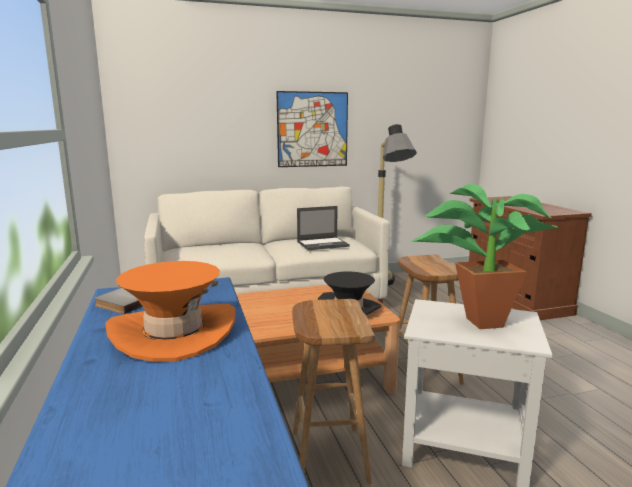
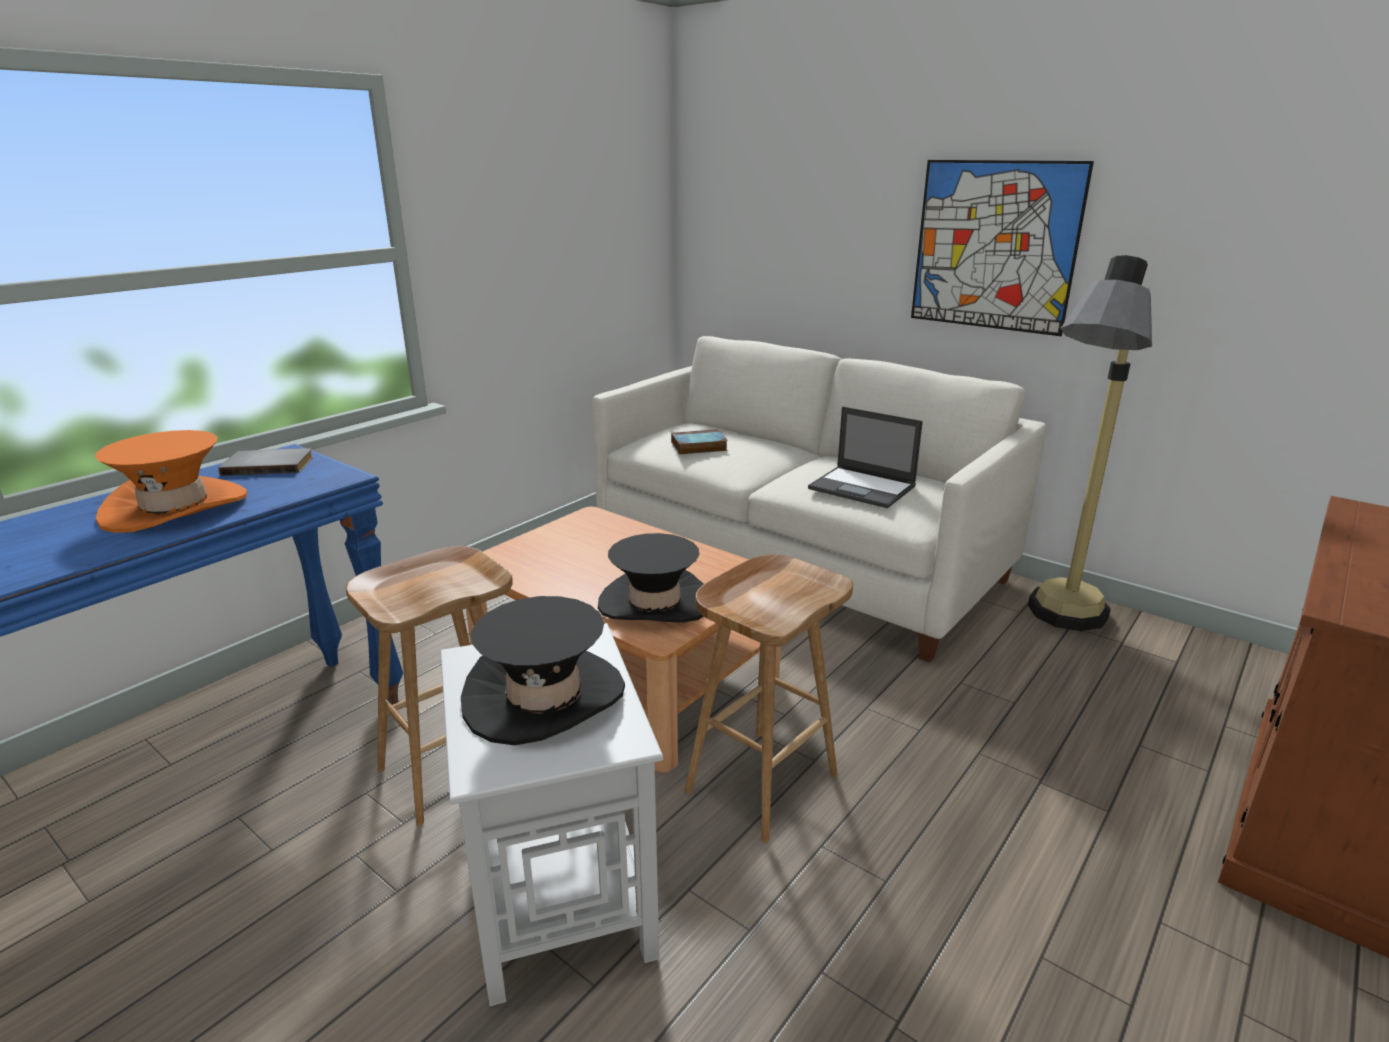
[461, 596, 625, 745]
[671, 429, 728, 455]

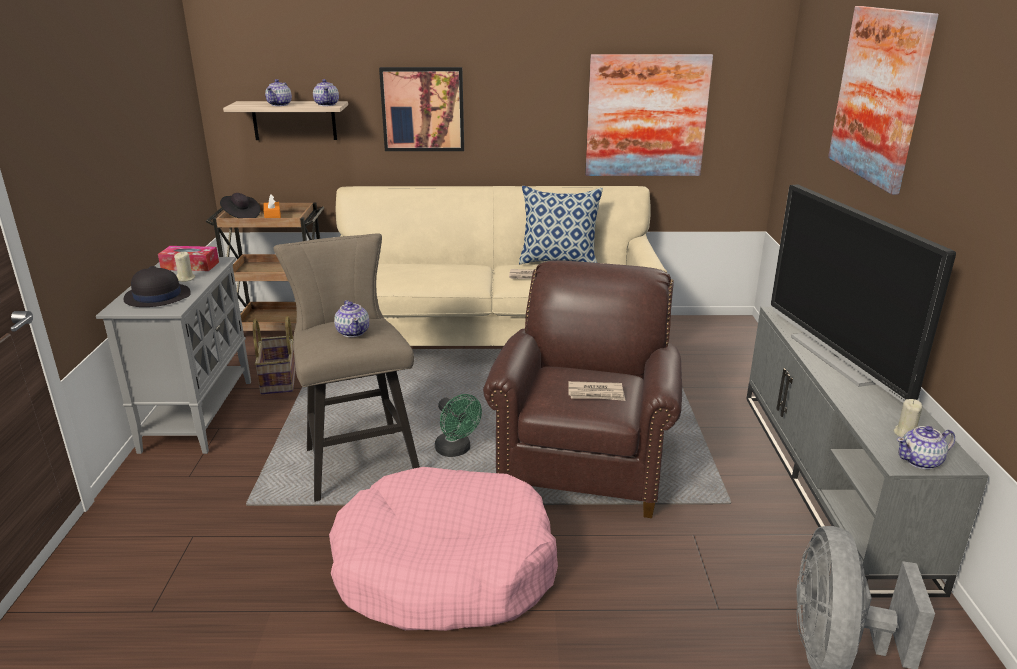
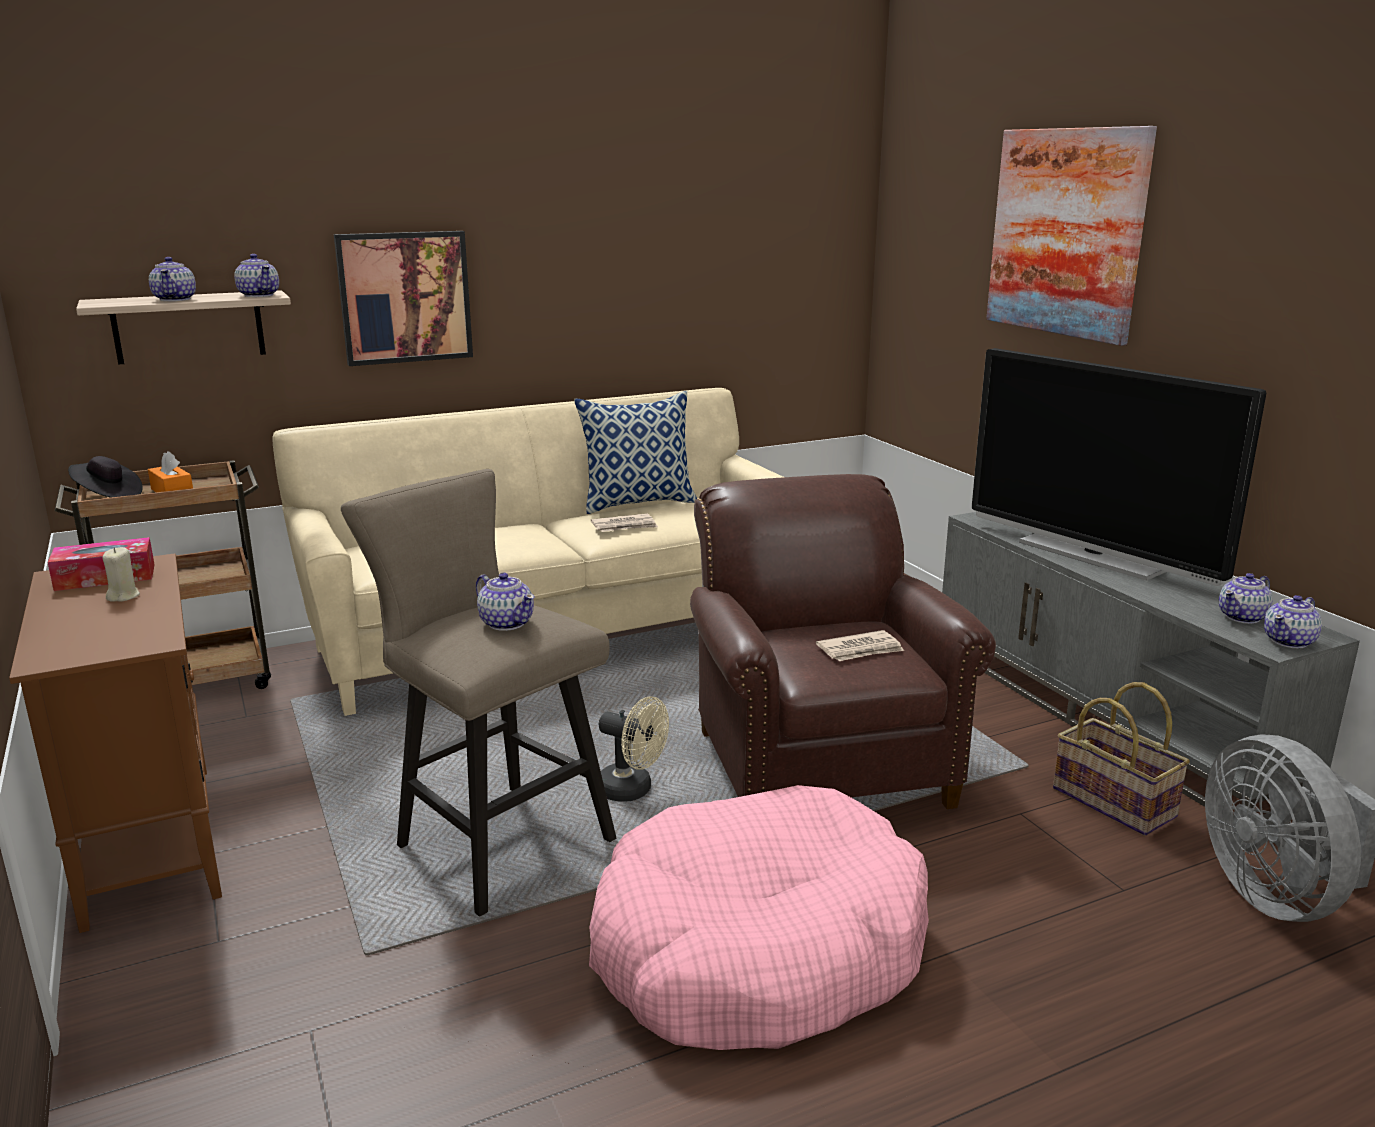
[9, 553, 222, 933]
[123, 266, 191, 307] (first image)
[1053, 682, 1190, 836]
[599, 697, 669, 802]
[585, 54, 713, 176] (first image)
[1219, 573, 1273, 624]

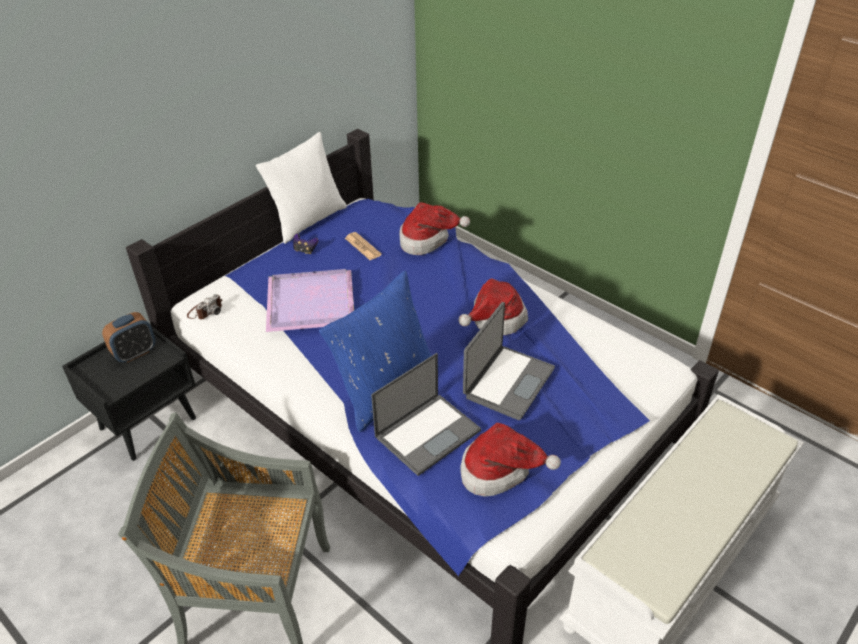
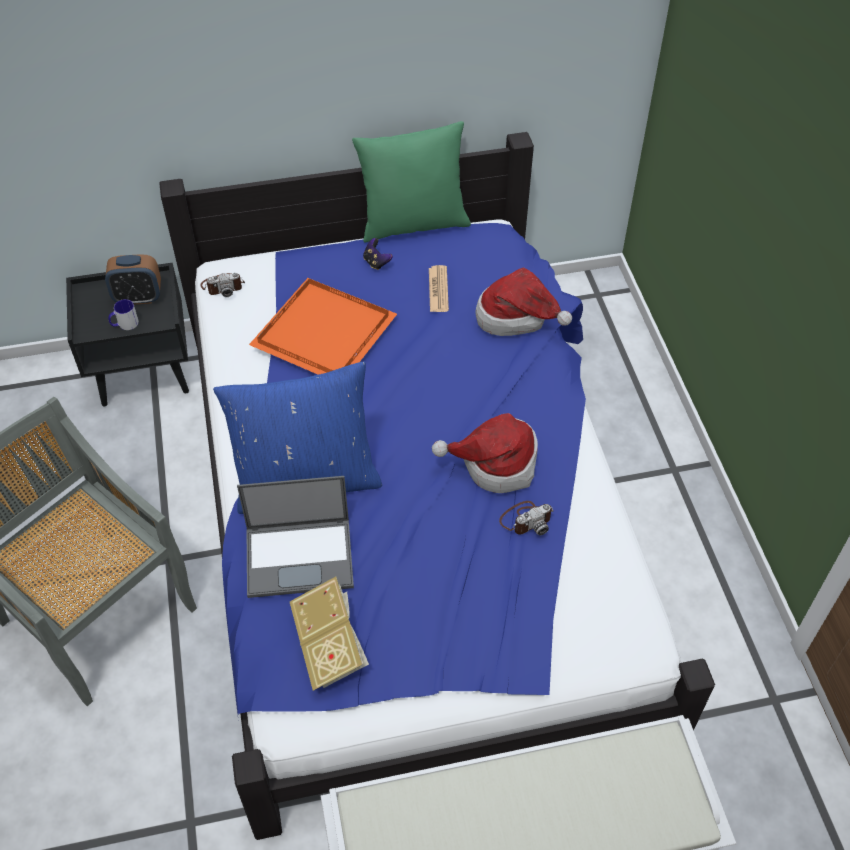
[352, 121, 471, 243]
[249, 278, 397, 375]
[290, 577, 369, 691]
[463, 302, 555, 420] (first image)
[108, 299, 139, 330]
[499, 501, 553, 536]

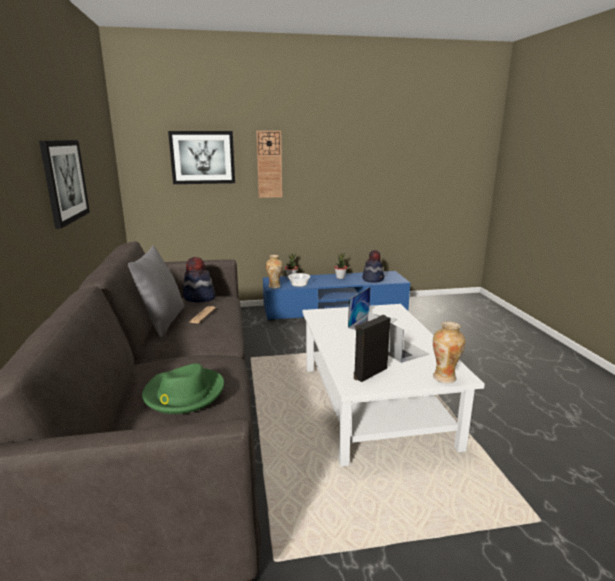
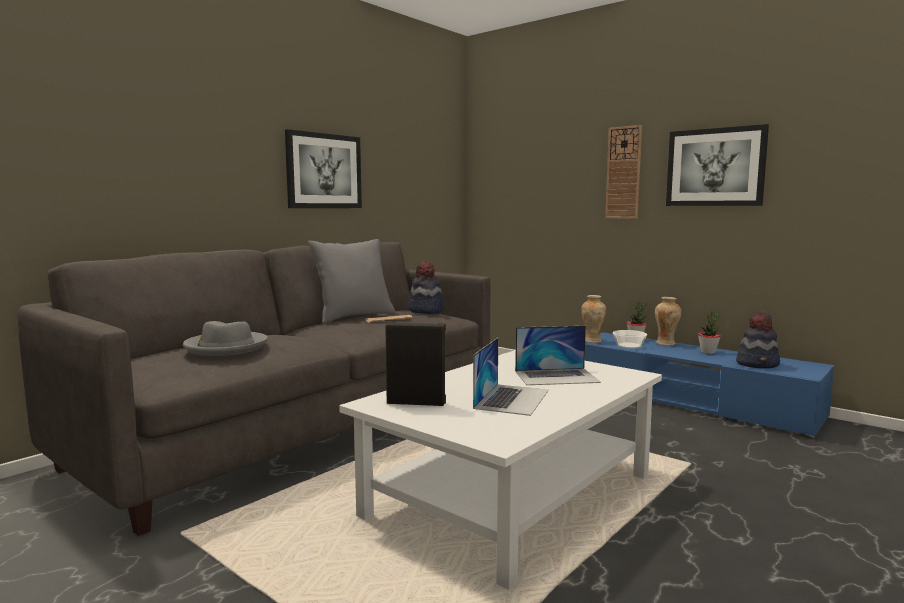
[183, 321, 268, 356]
[666, 124, 769, 206]
[655, 297, 681, 346]

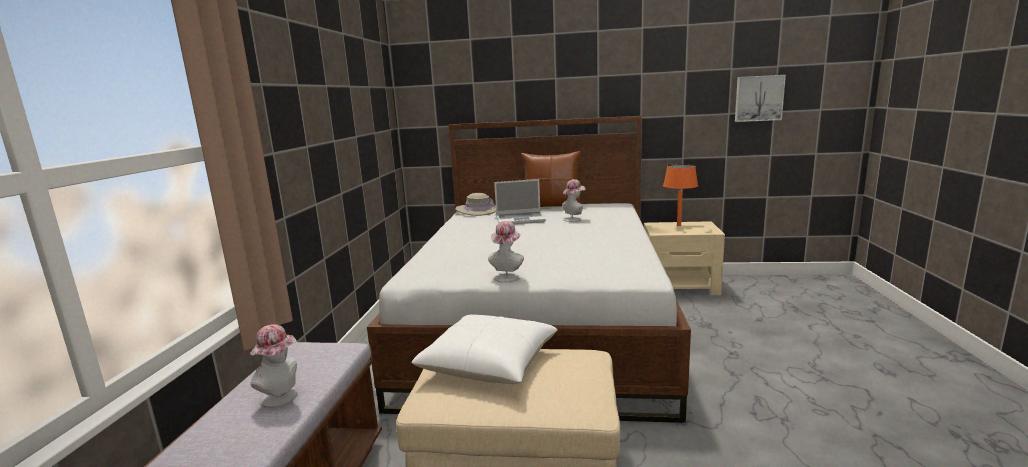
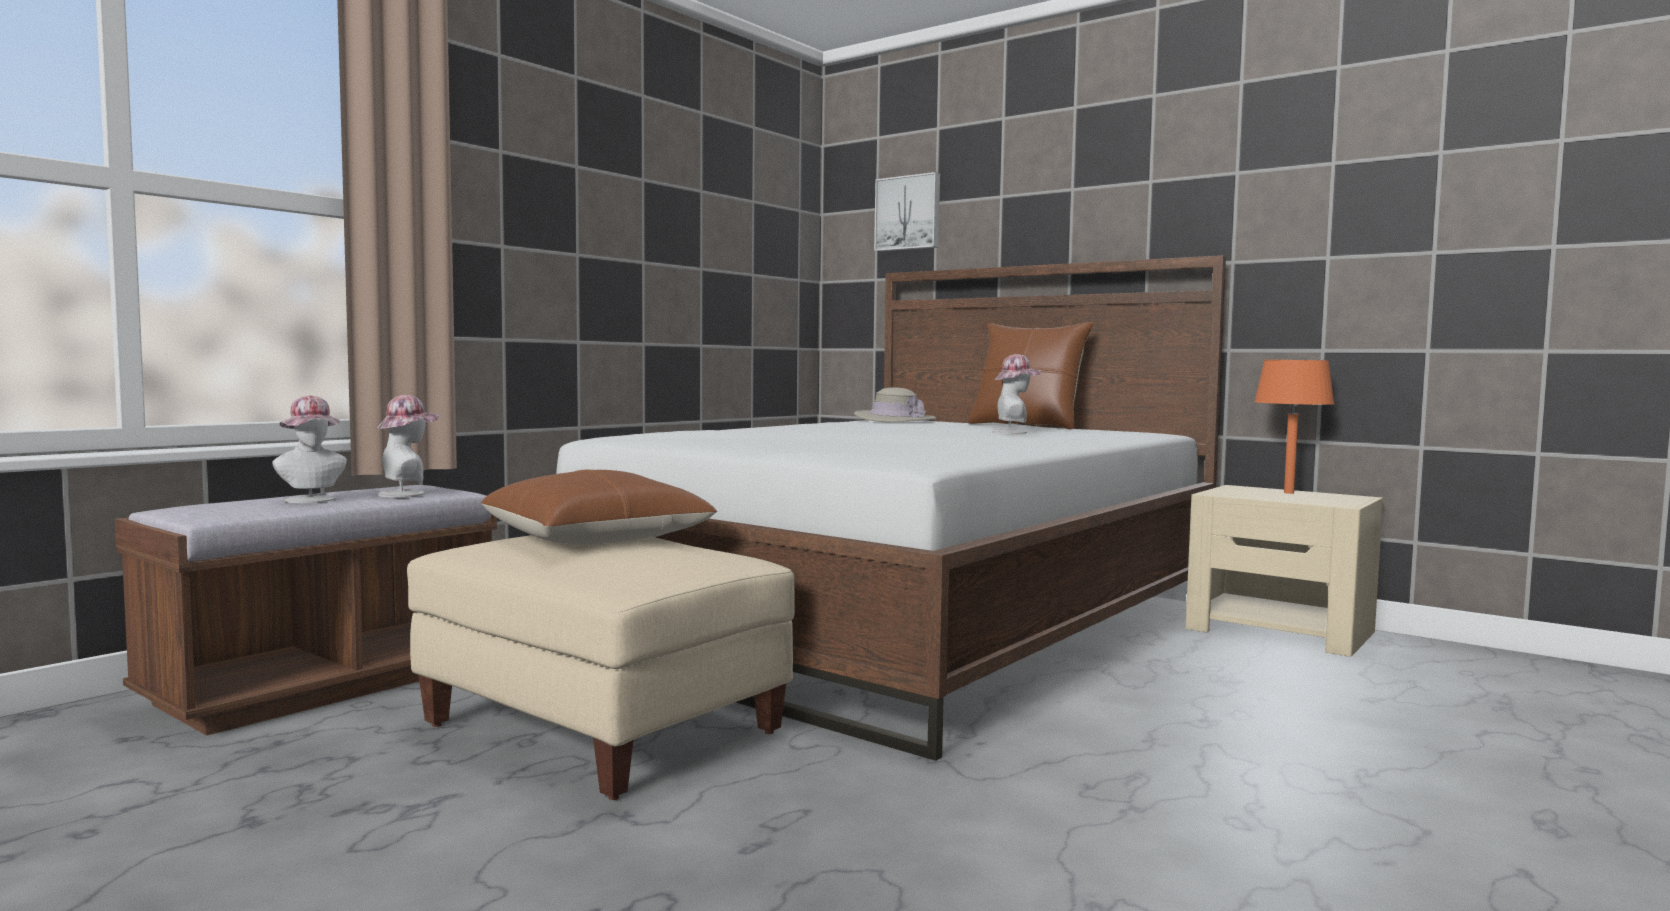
[481, 470, 717, 545]
[377, 395, 439, 497]
[494, 179, 546, 224] (first image)
[874, 172, 940, 252]

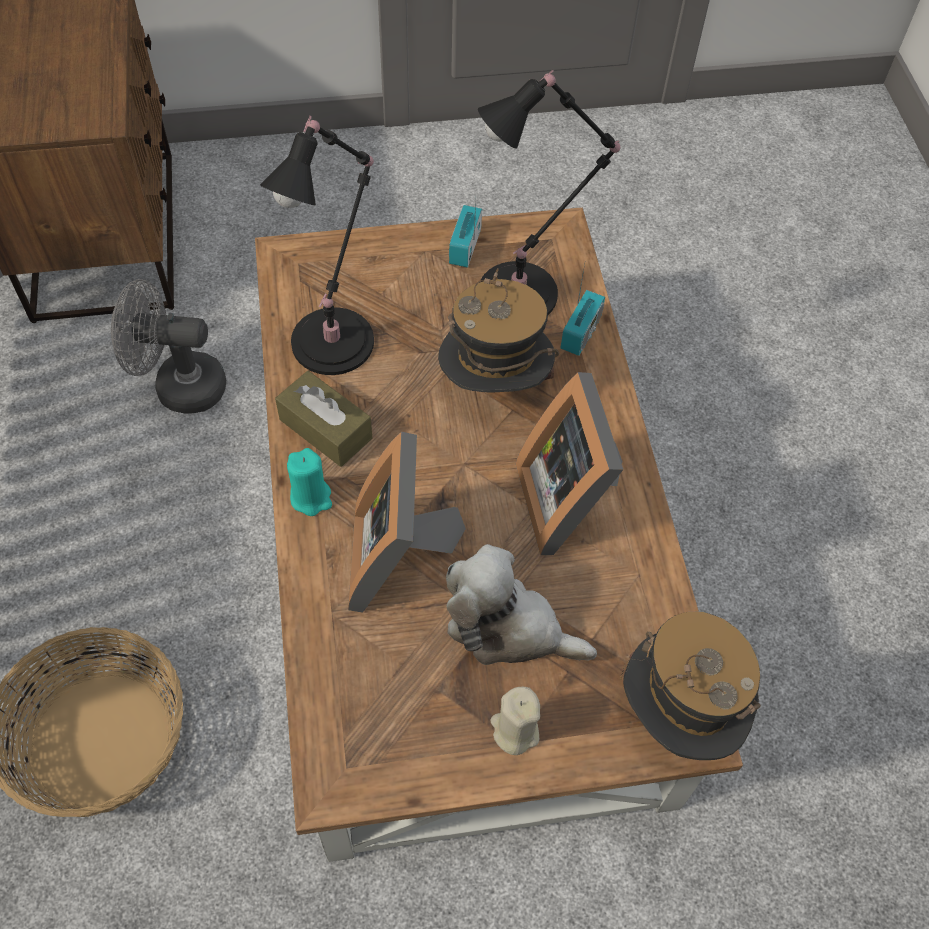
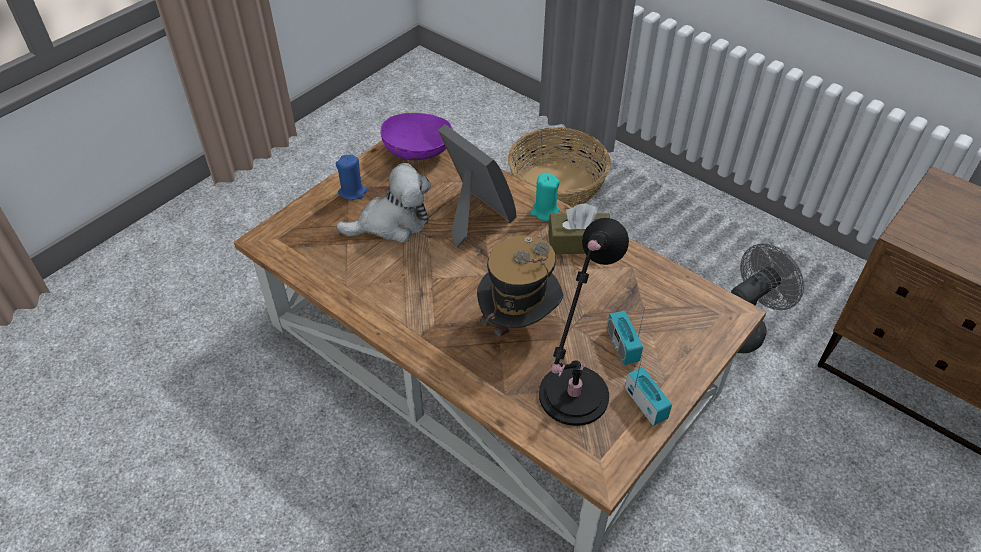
[260, 115, 374, 375] (first image)
[336, 155, 368, 200]
[516, 372, 623, 555] (first image)
[607, 304, 646, 365]
[620, 612, 761, 760] (first image)
[379, 112, 453, 160]

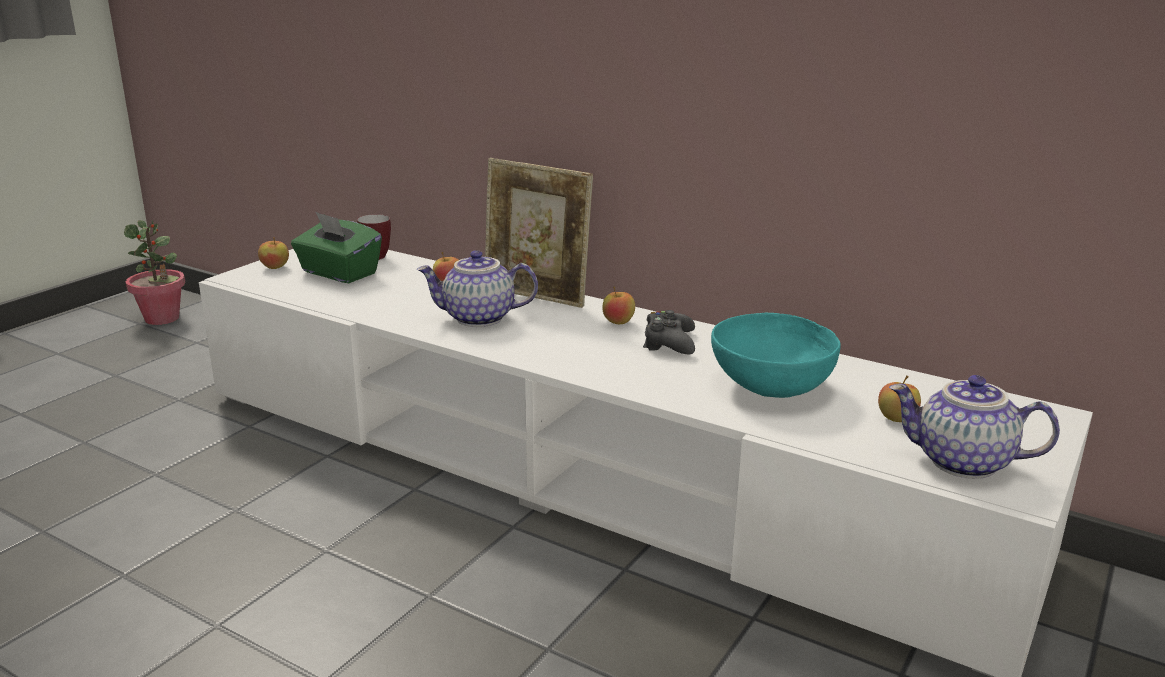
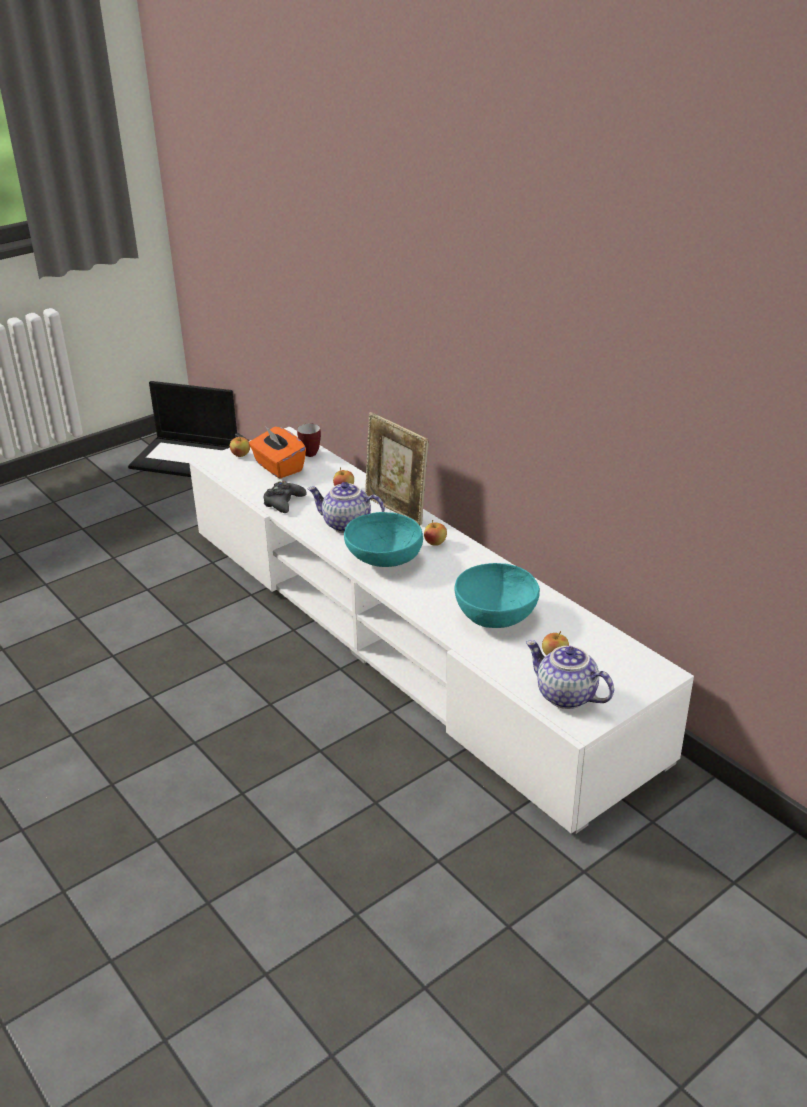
[128, 381, 237, 477]
[249, 426, 306, 479]
[263, 481, 307, 513]
[344, 512, 423, 567]

